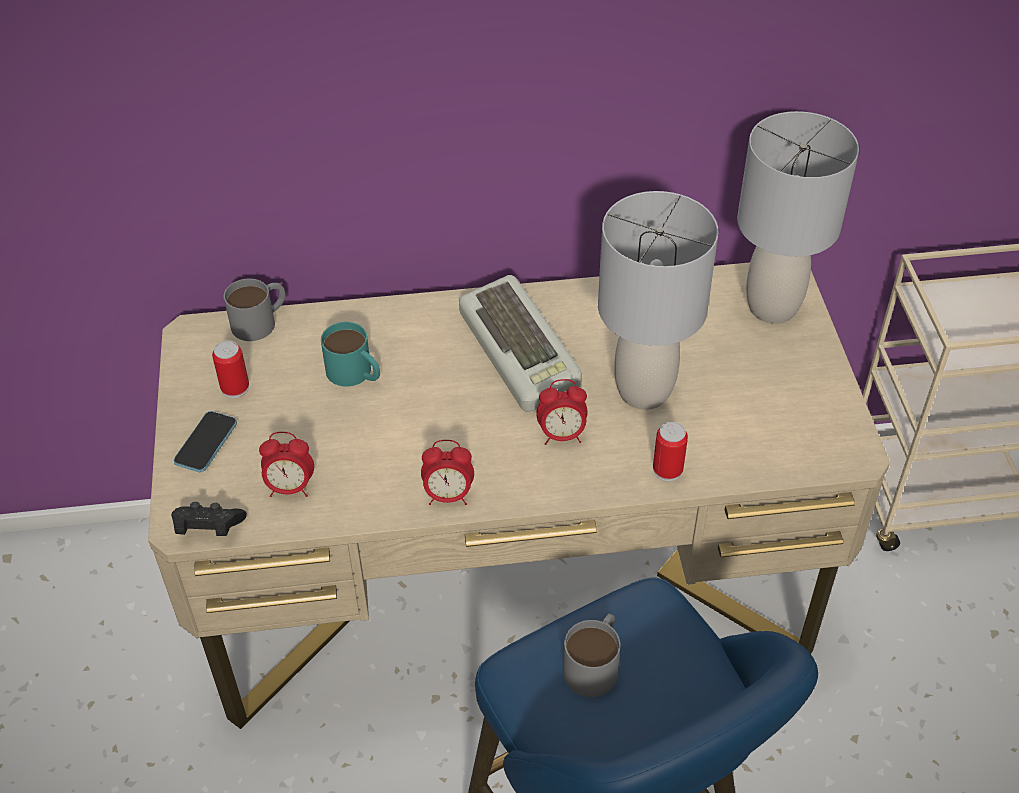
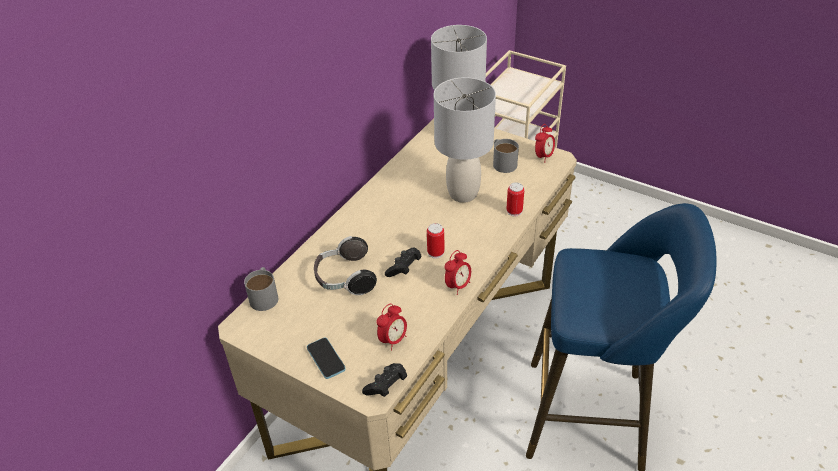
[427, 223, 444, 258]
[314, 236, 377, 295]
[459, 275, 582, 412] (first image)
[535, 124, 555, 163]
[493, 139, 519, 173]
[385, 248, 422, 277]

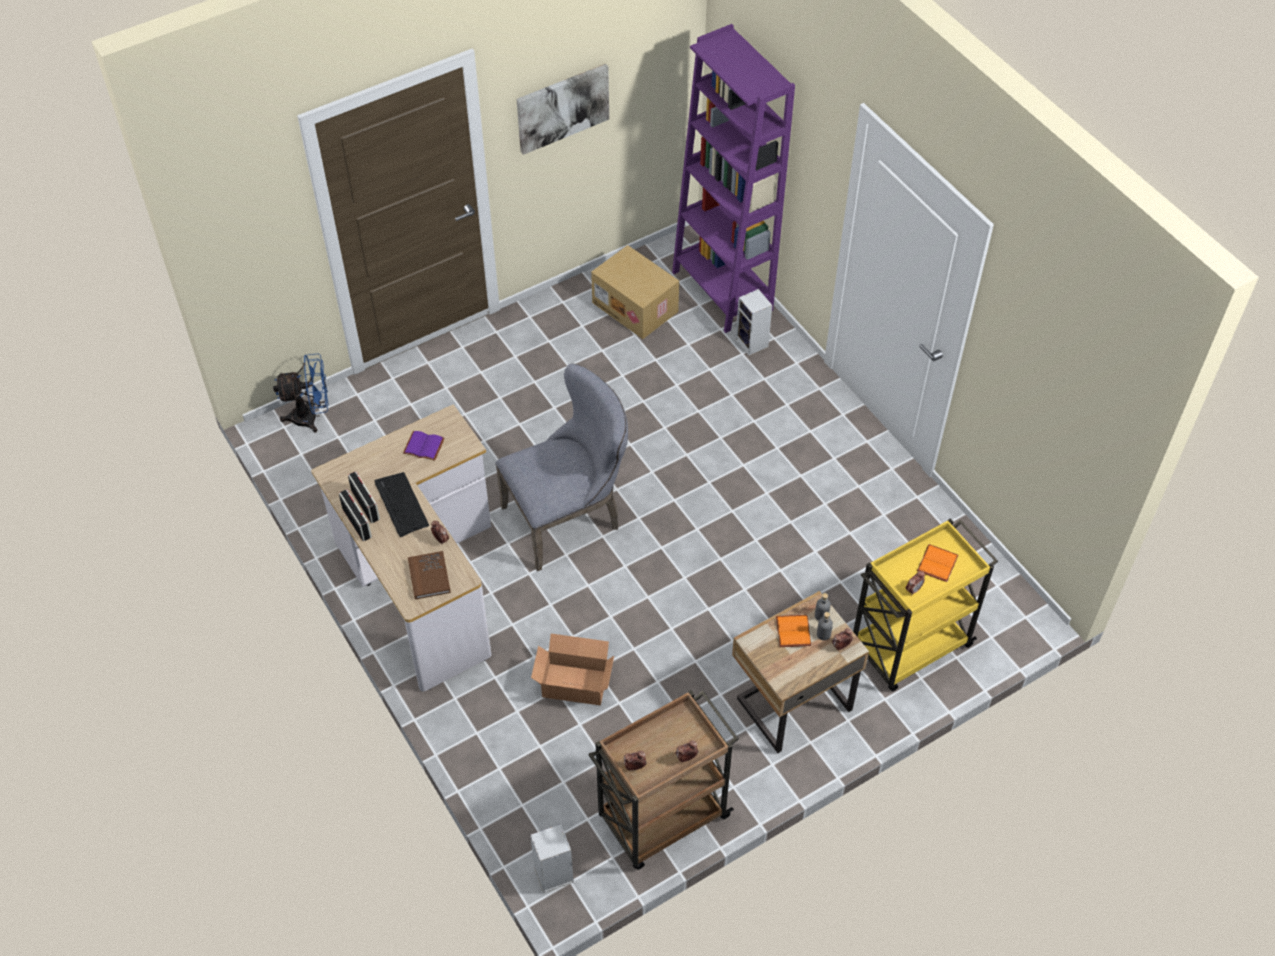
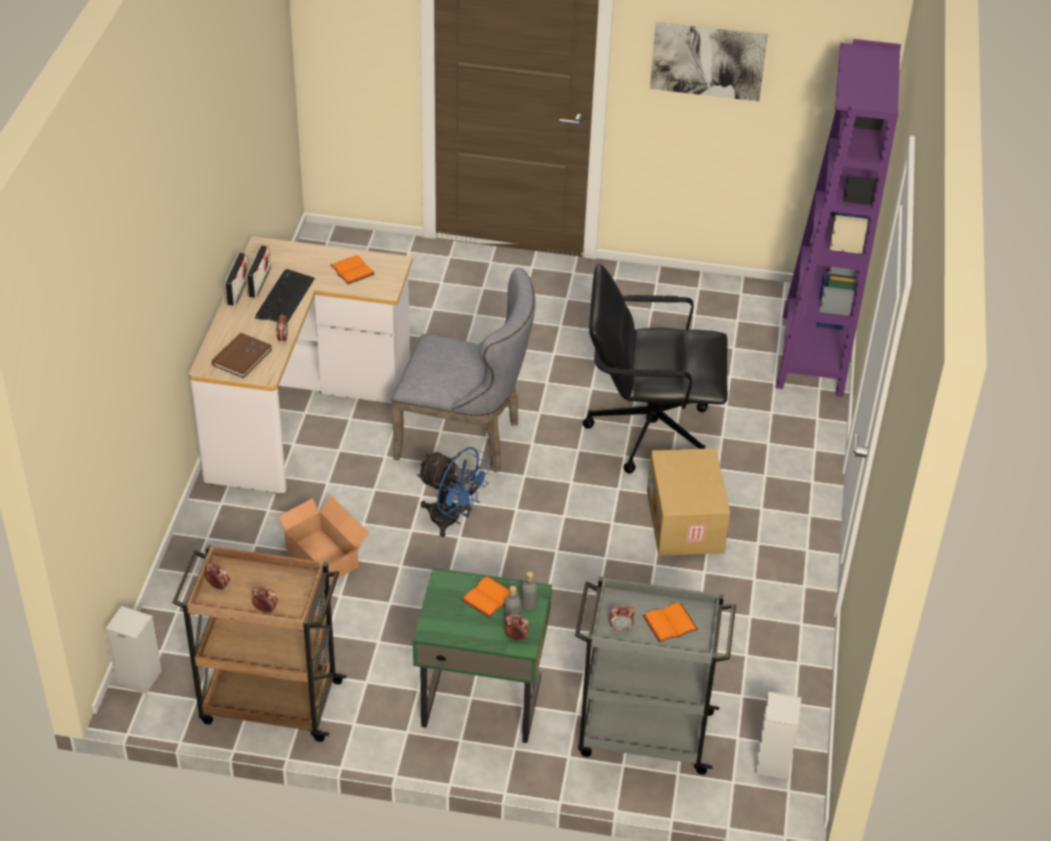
[417, 447, 492, 537]
[330, 255, 375, 284]
[647, 448, 730, 556]
[413, 568, 552, 743]
[755, 692, 802, 780]
[575, 576, 736, 775]
[583, 264, 728, 473]

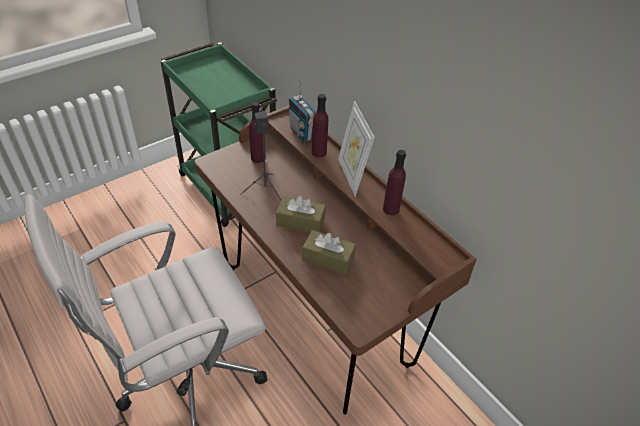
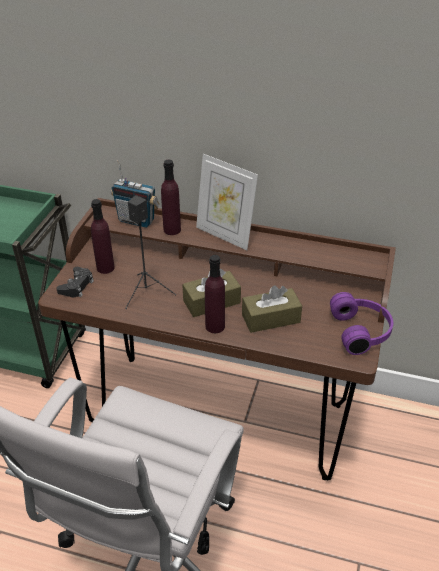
[205, 255, 225, 333]
[56, 267, 94, 297]
[330, 292, 393, 355]

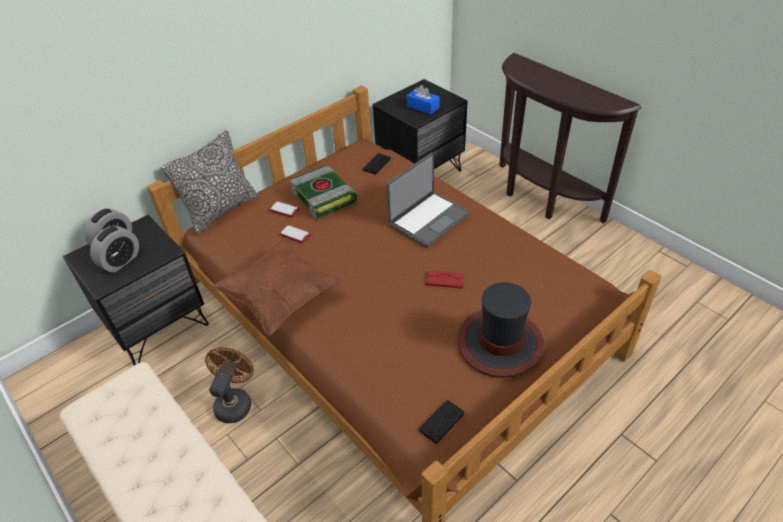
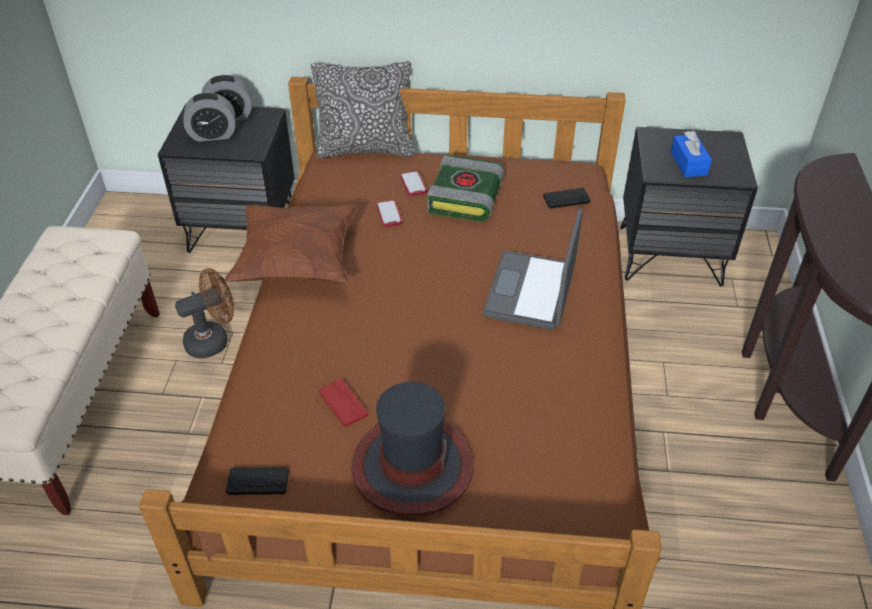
[483, 208, 583, 330]
[319, 379, 368, 427]

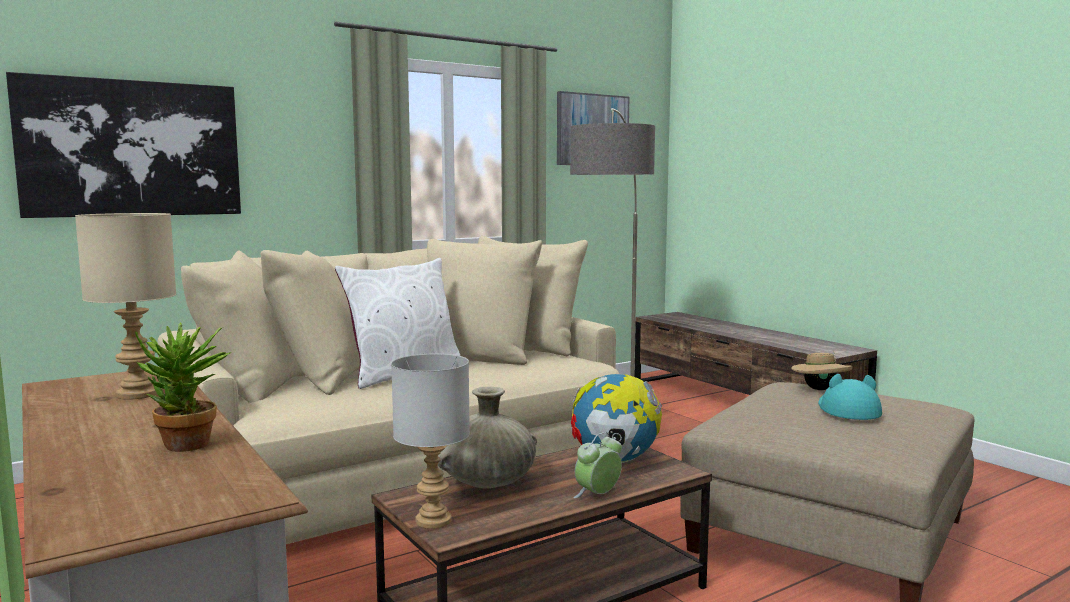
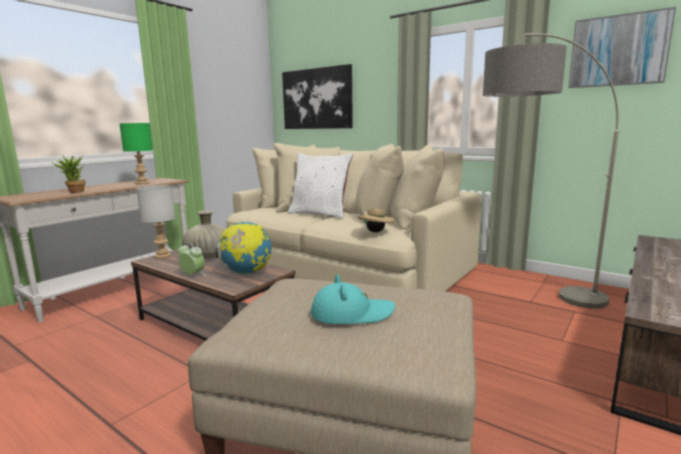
[119, 123, 153, 184]
[358, 209, 394, 232]

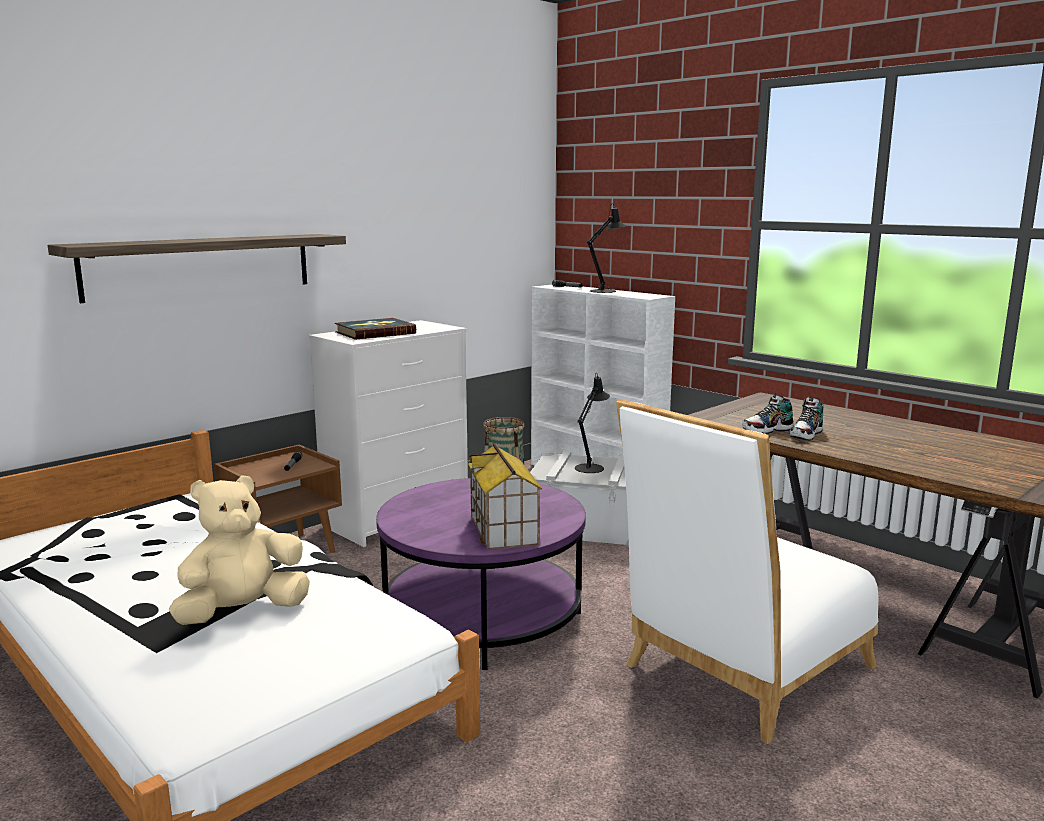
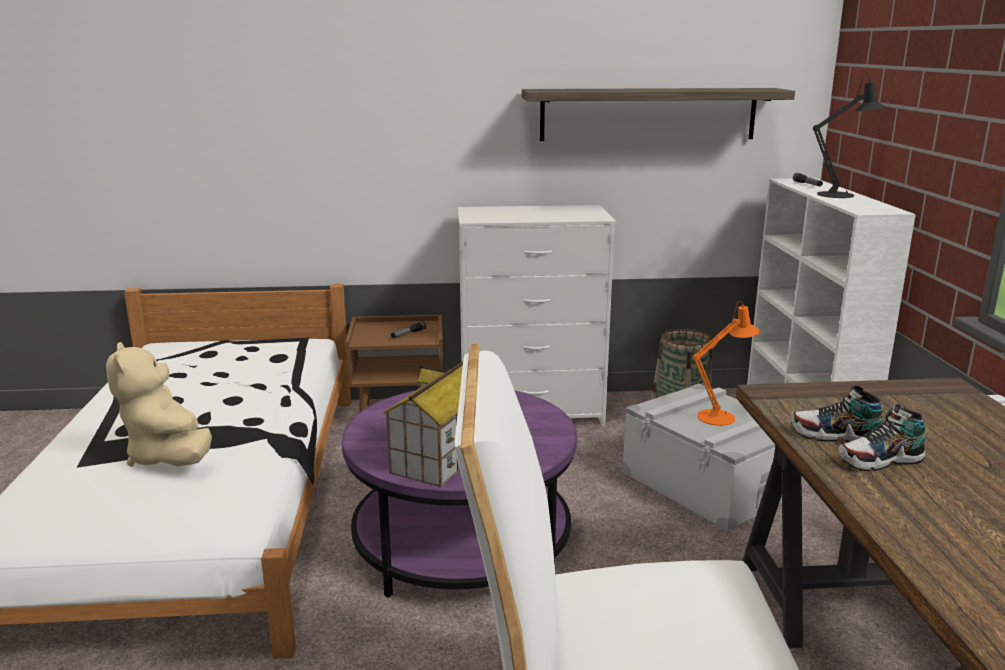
[522, 88, 795, 141]
[106, 342, 212, 467]
[335, 318, 416, 340] (first image)
[693, 301, 760, 426]

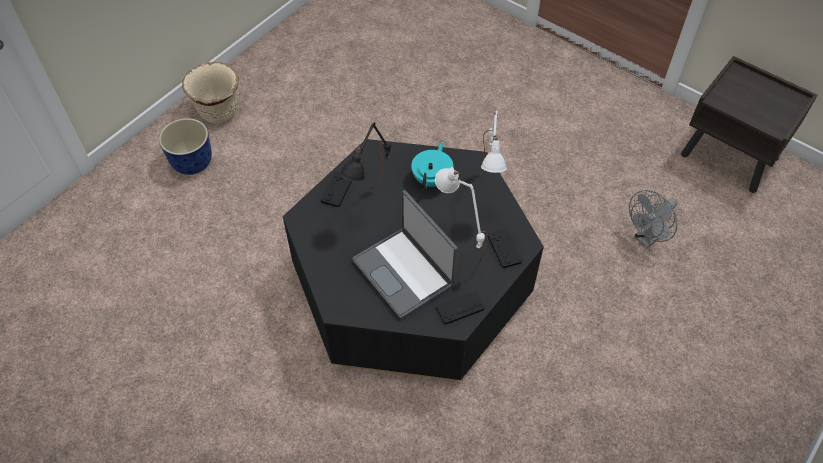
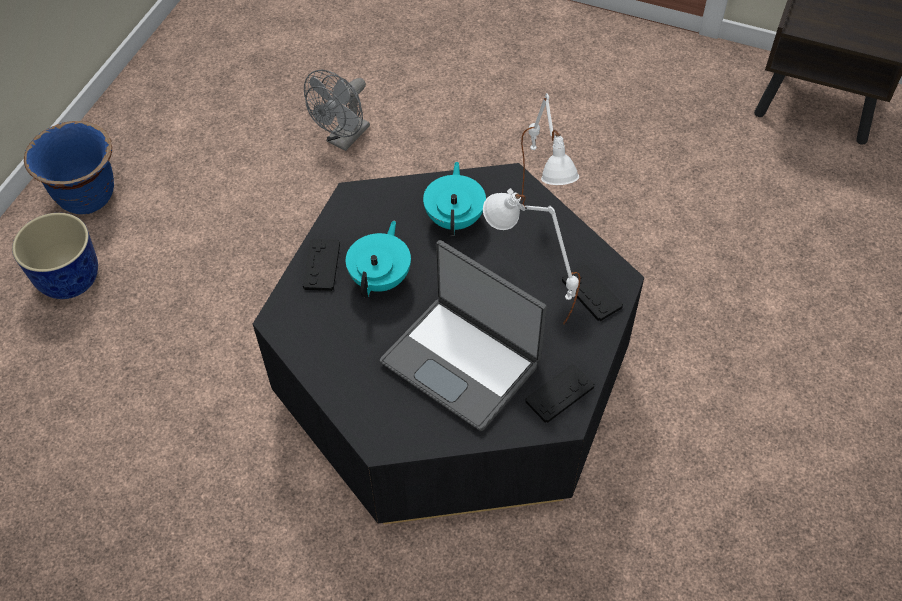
[24, 121, 114, 214]
[346, 221, 411, 298]
[304, 70, 370, 151]

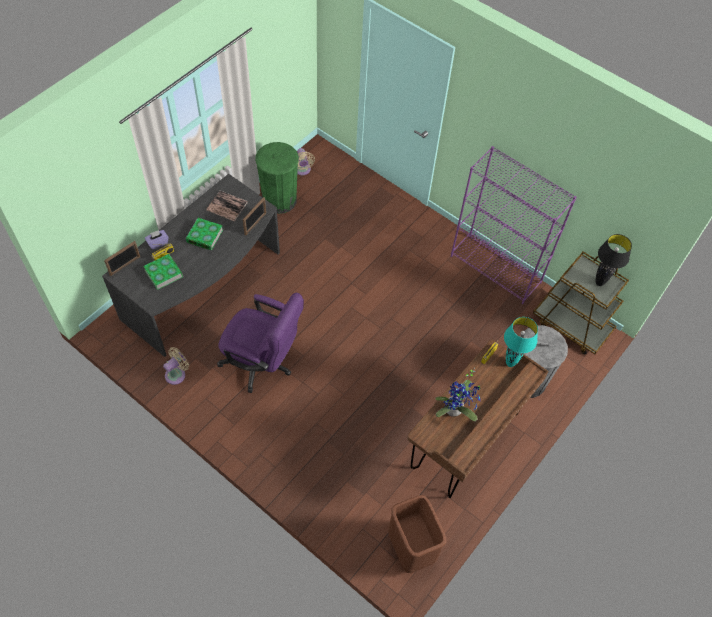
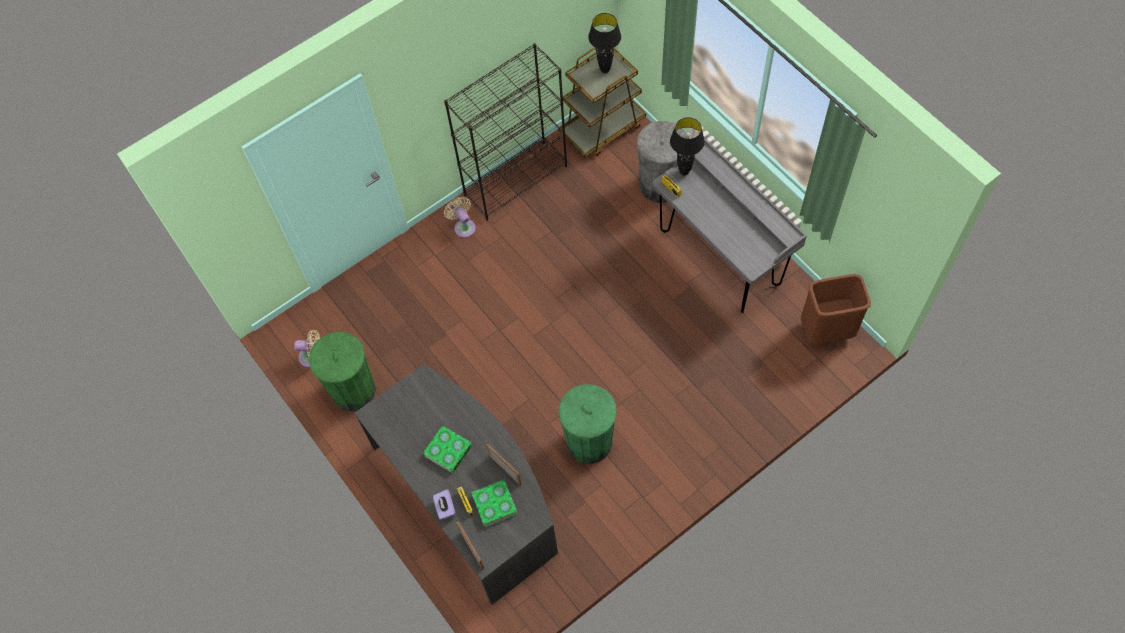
[444, 197, 476, 238]
[206, 191, 247, 222] (first image)
[558, 384, 617, 464]
[486, 444, 521, 485]
[652, 139, 807, 313]
[435, 368, 480, 421] (first image)
[444, 43, 567, 221]
[670, 117, 705, 175]

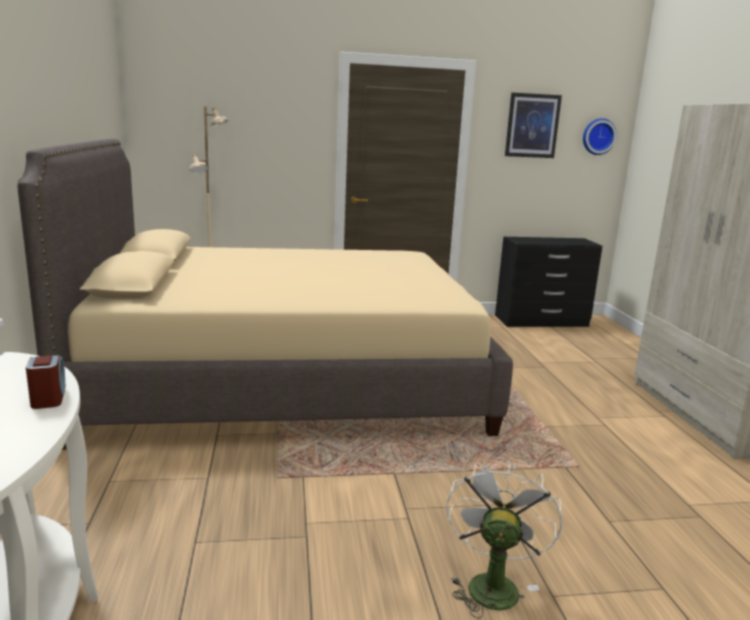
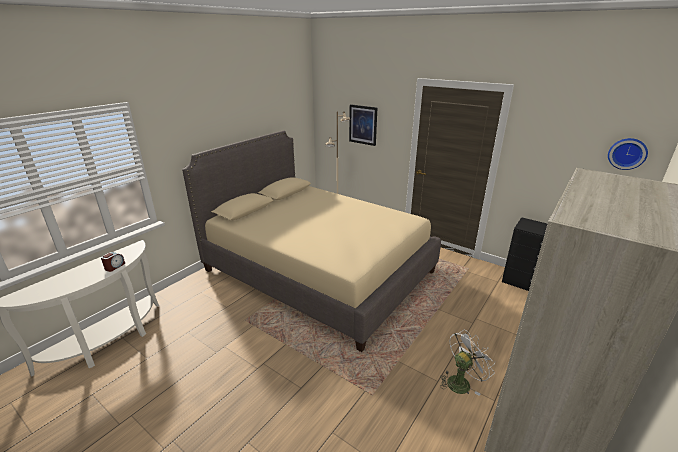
[440, 330, 495, 396]
[349, 104, 377, 146]

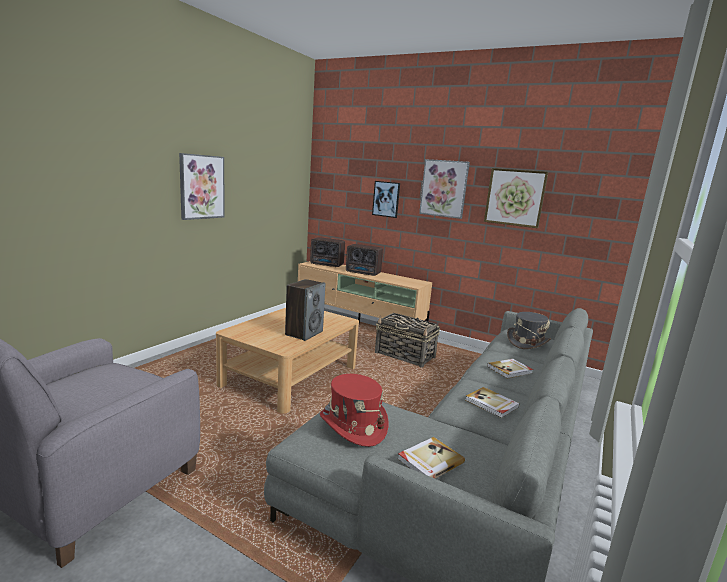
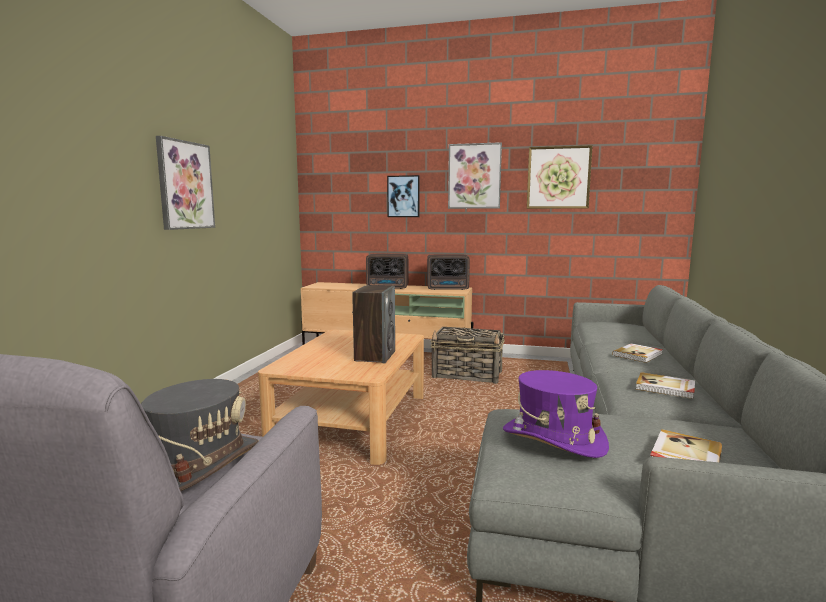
[427, 254, 470, 290]
[503, 370, 609, 458]
[141, 379, 259, 491]

